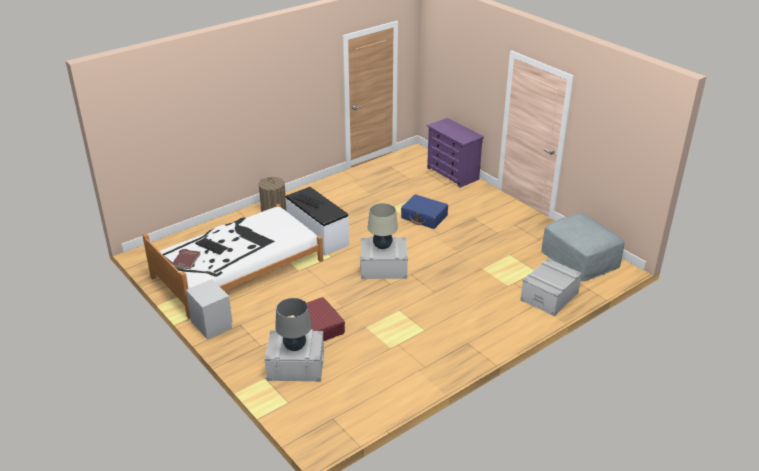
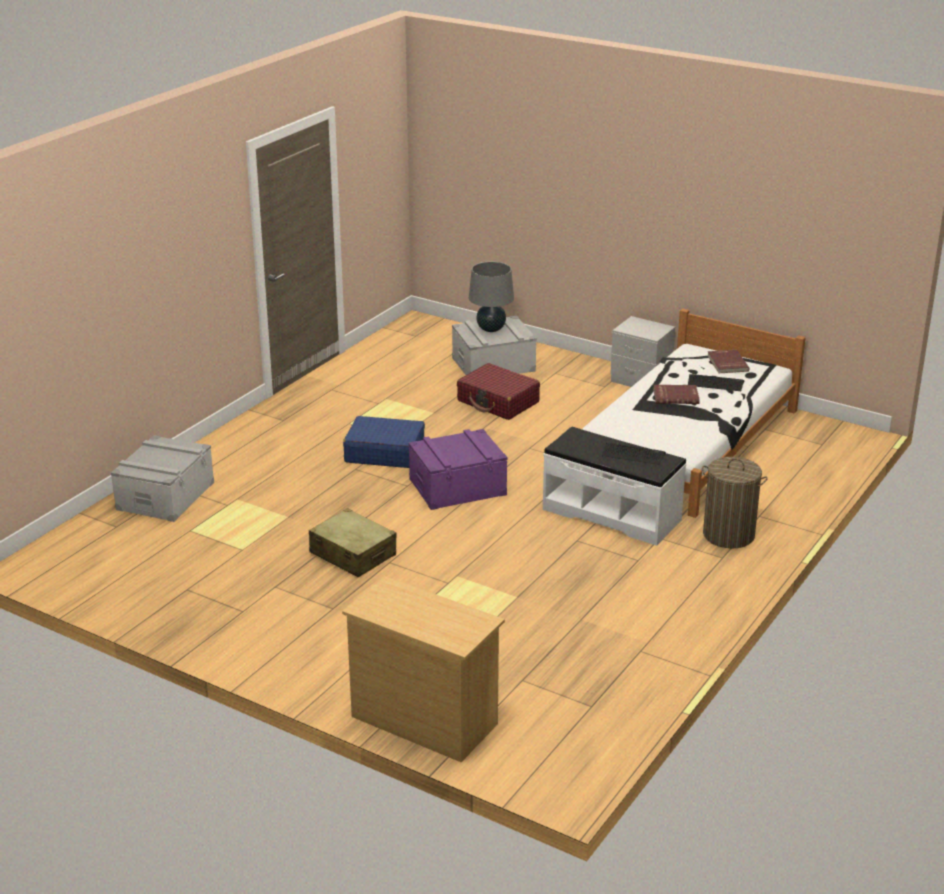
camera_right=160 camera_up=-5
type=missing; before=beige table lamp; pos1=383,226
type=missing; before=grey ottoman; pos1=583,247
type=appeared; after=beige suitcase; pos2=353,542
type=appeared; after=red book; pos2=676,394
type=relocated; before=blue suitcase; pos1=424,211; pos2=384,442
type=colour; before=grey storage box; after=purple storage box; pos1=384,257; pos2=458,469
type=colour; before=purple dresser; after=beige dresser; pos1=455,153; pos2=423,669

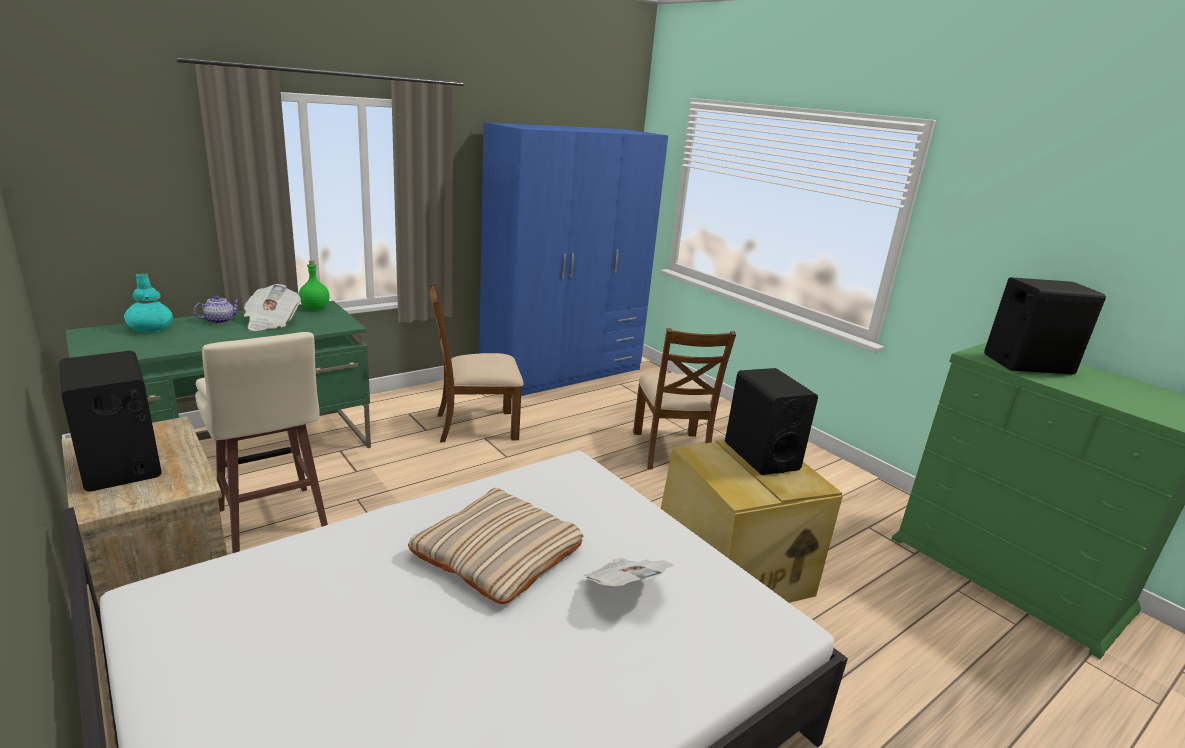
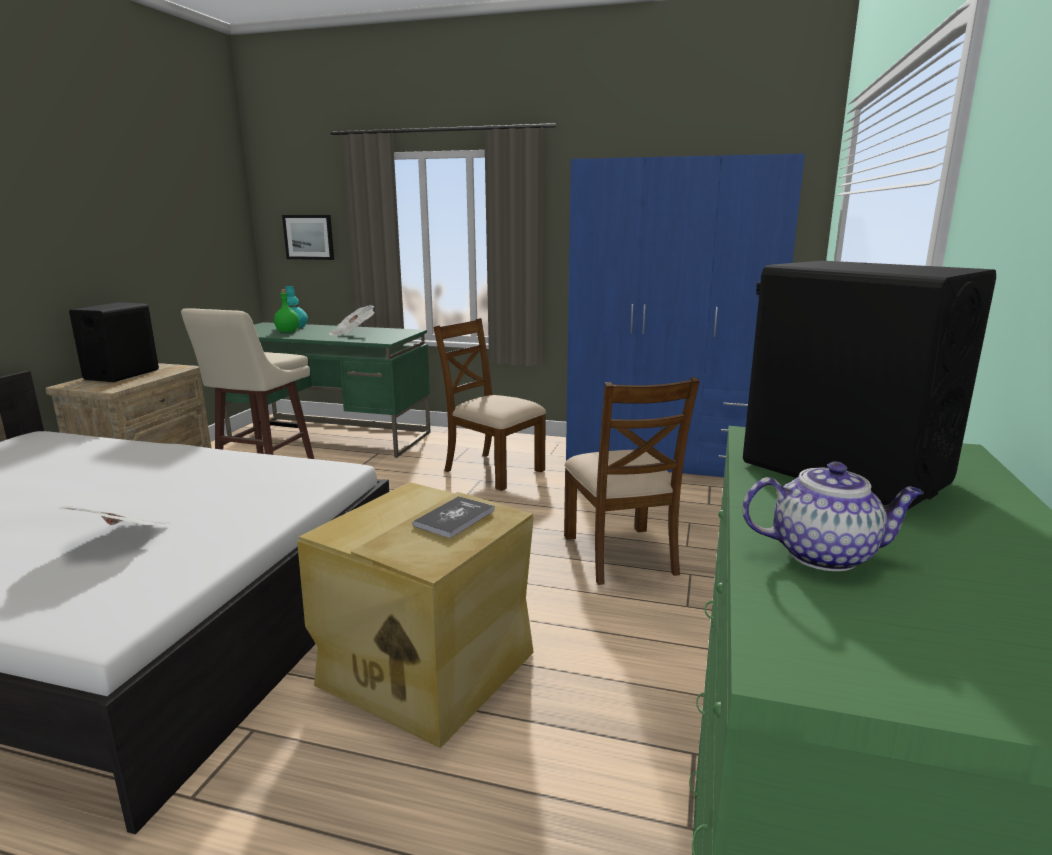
camera_right=55 camera_up=-5
type=missing; before=beige pillow; pos1=495,546
type=appeared; after=picture; pos2=308,237
type=relocated; before=teapot; pos1=217,309; pos2=833,516
type=relocated; before=green bottle; pos1=314,285; pos2=286,311
type=exchanged; before=black speaker; after=book; pos1=771,421; pos2=453,517
type=spun; before=brown chair; pos1=684,399; pos2=632,481; turn=-60

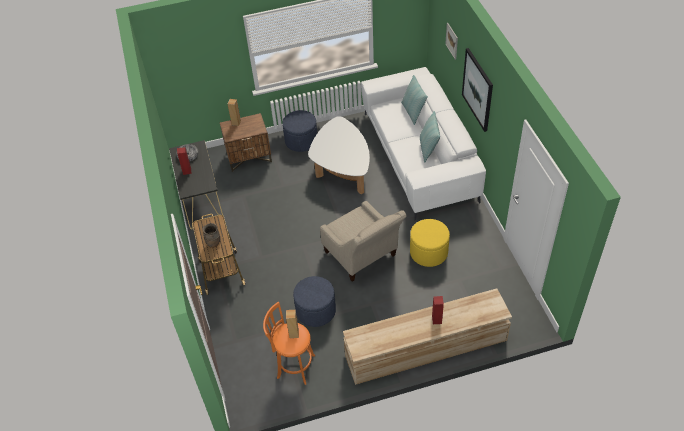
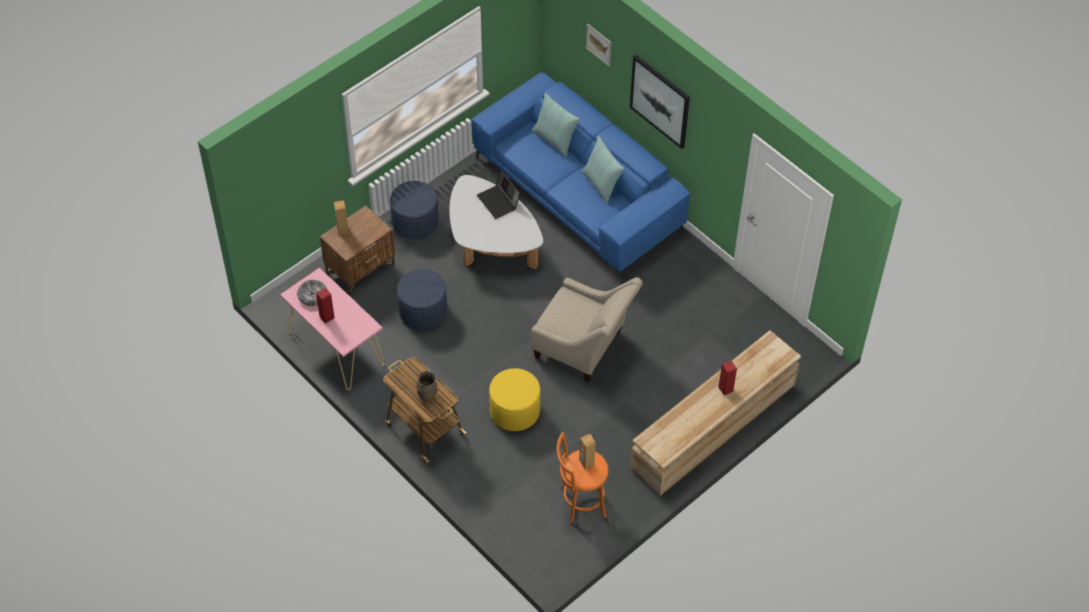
camera_right=-30 camera_up=5
type=appeared; after=laptop; pos2=498,194
type=relocated; before=blue ottoman; pos1=314,301; pos2=422,299
type=relocated; before=yellow ottoman; pos1=430,243; pos2=514,399
type=colour; before=black console table; after=pink console table; pos1=196,185; pos2=332,329
type=colour; before=white sofa; after=blue sofa; pos1=423,144; pos2=580,176

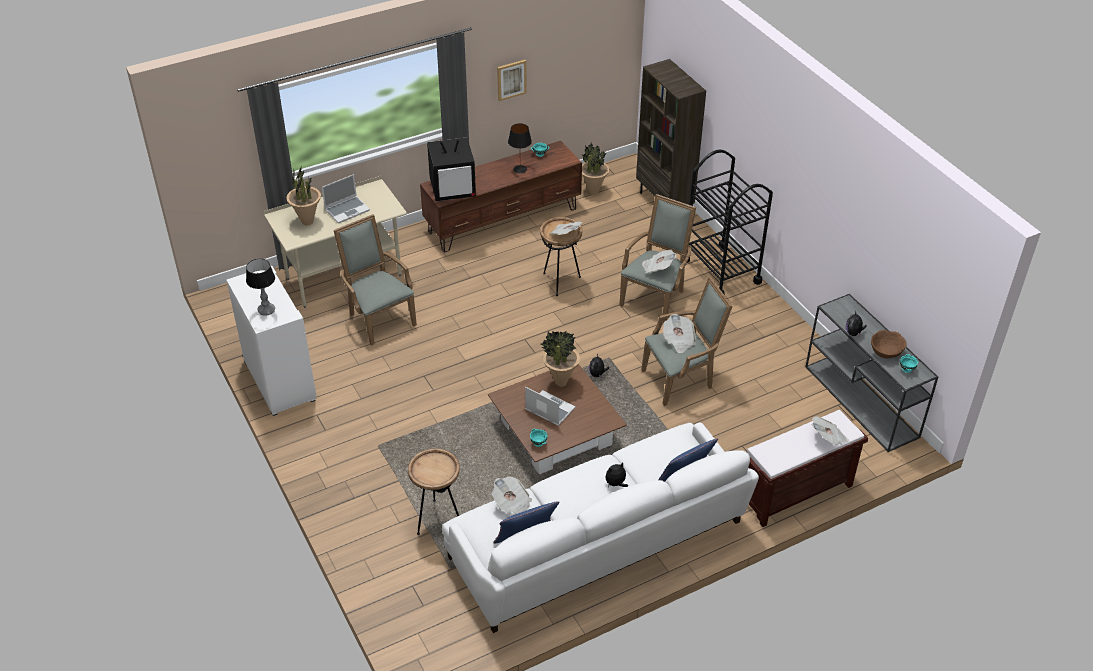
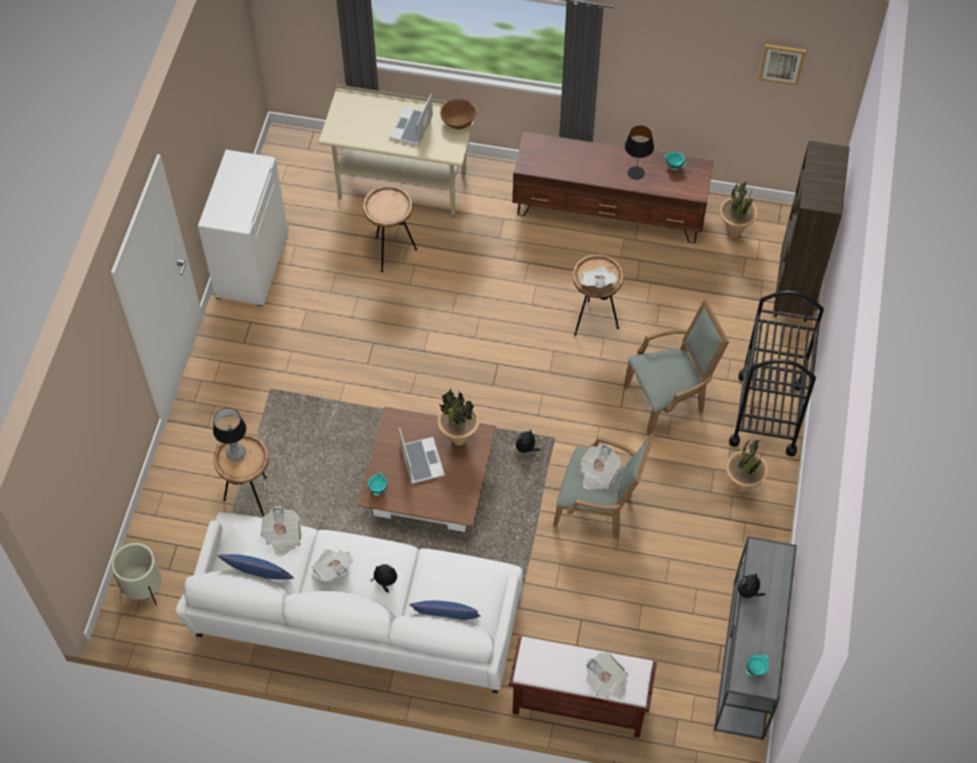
camera_right=40 camera_up=15
type=missing; before=television; pos1=451,169
type=appeared; after=beige planter; pos2=136,574
type=relocated; before=table lamp; pos1=260,287; pos2=229,434
type=relocated; before=potted plant; pos1=303,196; pos2=747,466
type=relocated; before=picture; pos1=512,80; pos2=782,65
type=relocated; before=newspaper; pos1=659,261; pos2=332,565
type=relocated; before=brown bowl; pos1=889,344; pos2=458,114
type=exchanged; before=grey armchair; after=brown side table; pos1=375,280; pos2=390,228
type=spun; before=laptop; pos1=346,198; pos2=411,119; turn=105

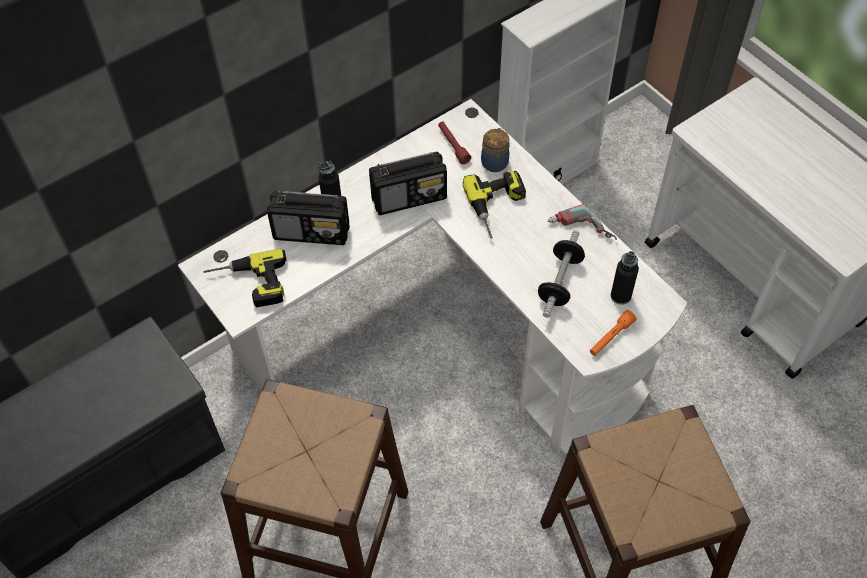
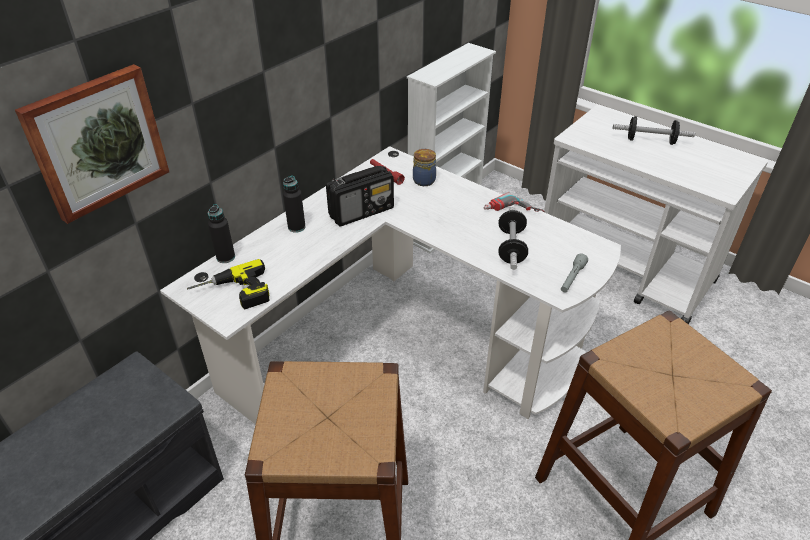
camera_right=-15 camera_up=-15
type=missing; before=radio; pos1=308,217
type=missing; before=power drill; pos1=494,204
type=appeared; after=picture; pos2=92,144
type=appeared; after=dumbbell; pos2=654,130
type=relocated; before=black bottle; pos1=625,278; pos2=221,234
type=colour; before=orange flashlight; after=grey flashlight; pos1=613,333; pos2=574,272

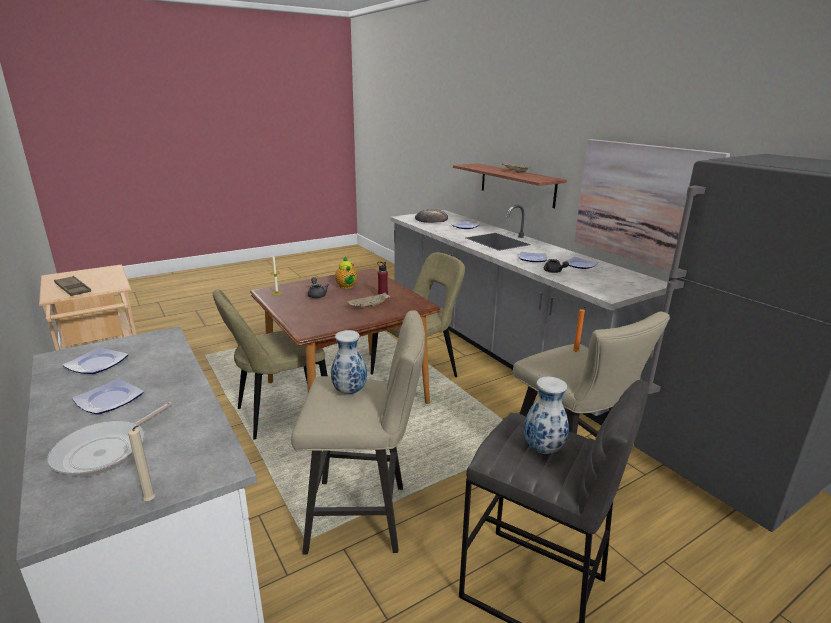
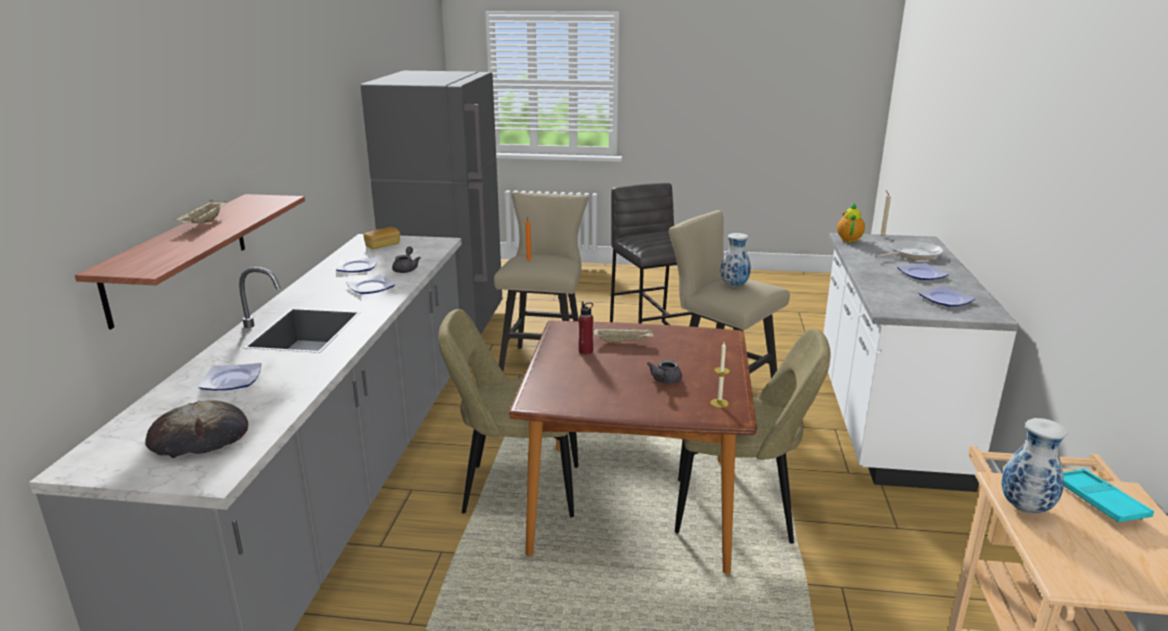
camera_right=-140 camera_up=0
type=missing; before=picture; pos1=652,204
type=appeared; after=bread; pos2=381,238
type=relocated; before=teapot; pos1=346,272; pos2=851,222
type=relocated; before=vase; pos1=546,415; pos2=1034,466
type=colour; before=brown tray; after=turquoise tray; pos1=72,286; pos2=1108,495

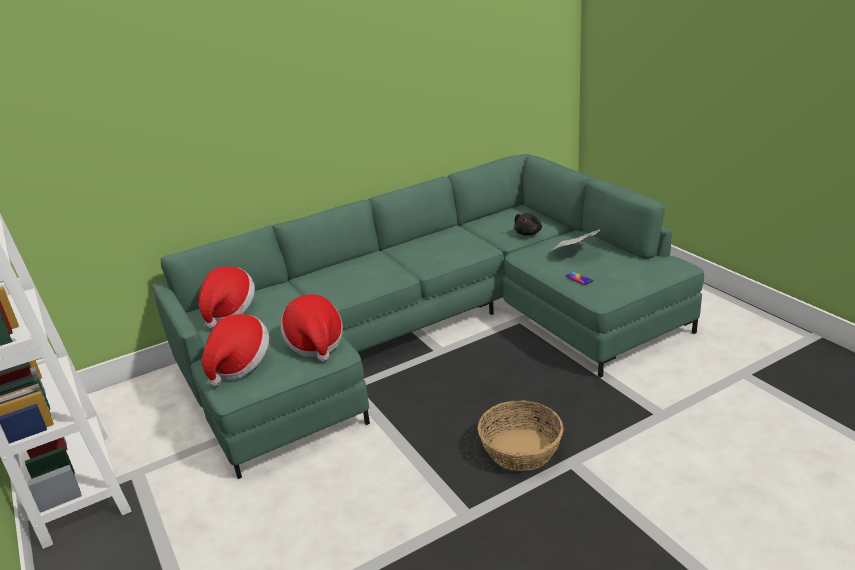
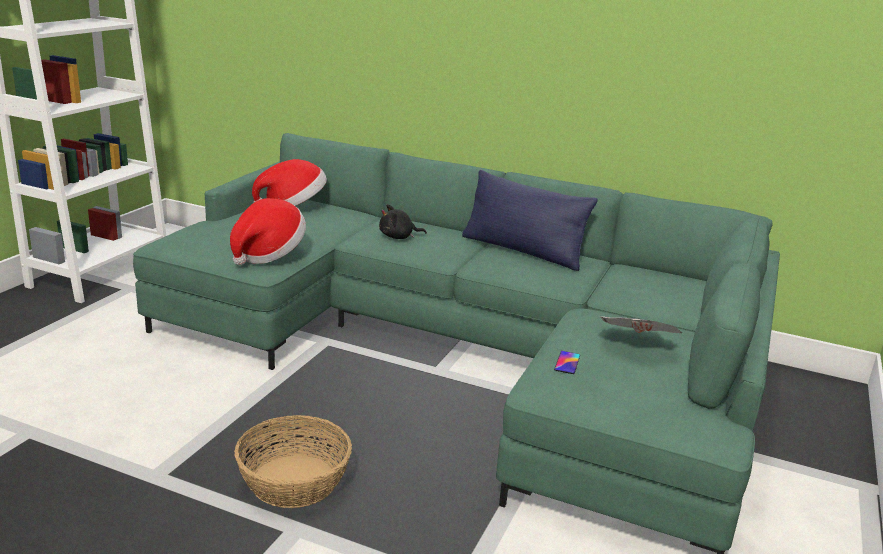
camera_right=50 camera_up=-5
type=missing; before=hat; pos1=235,350
type=appeared; after=blue pillow; pos2=530,220
type=relocated; before=black plush toy; pos1=528,224; pos2=403,221

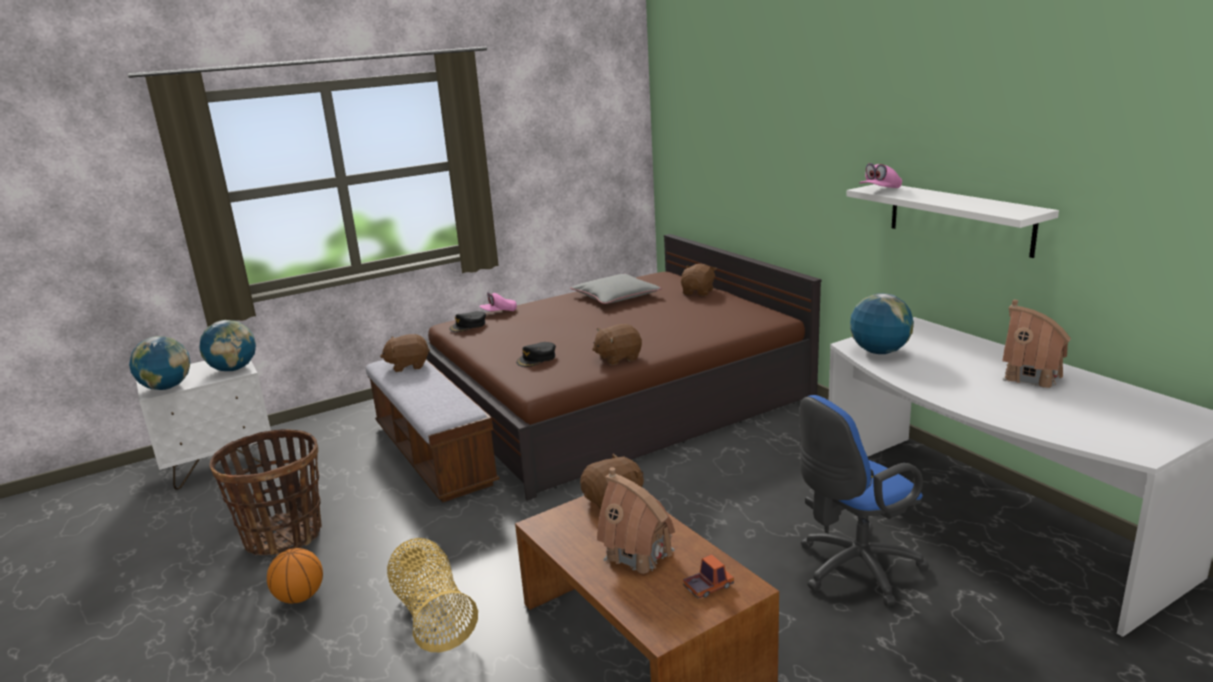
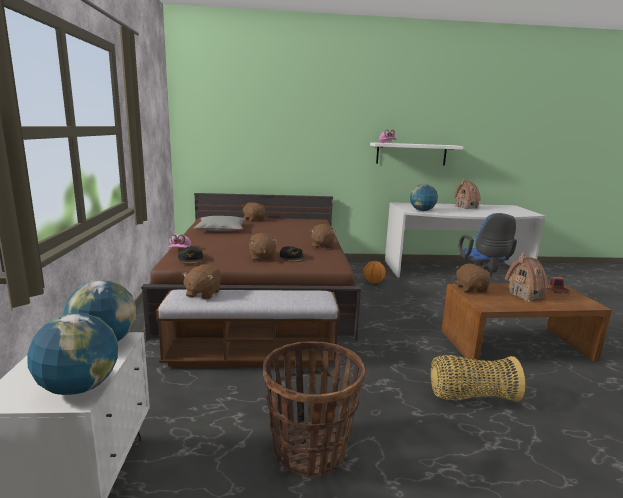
camera_right=-65 camera_up=-5
type=appeared; after=brown plush toy; pos2=263,247
type=relocated; before=basketball; pos1=295,576; pos2=374,272

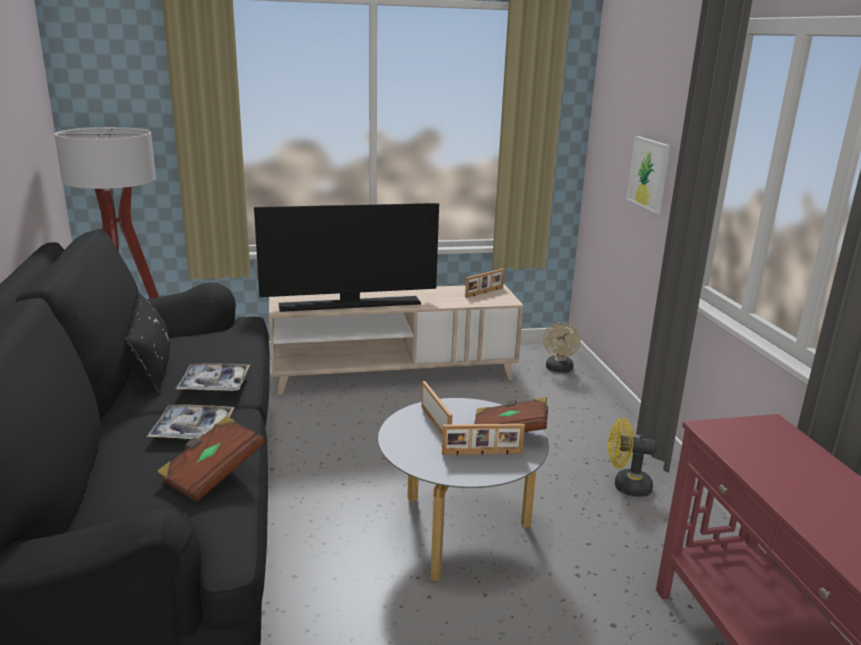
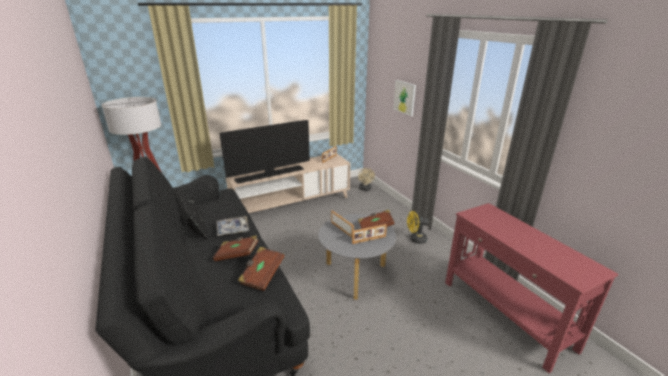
camera_right=-15 camera_up=5
type=exchanged; before=tray; after=brown book; pos1=191,422; pos2=236,248

